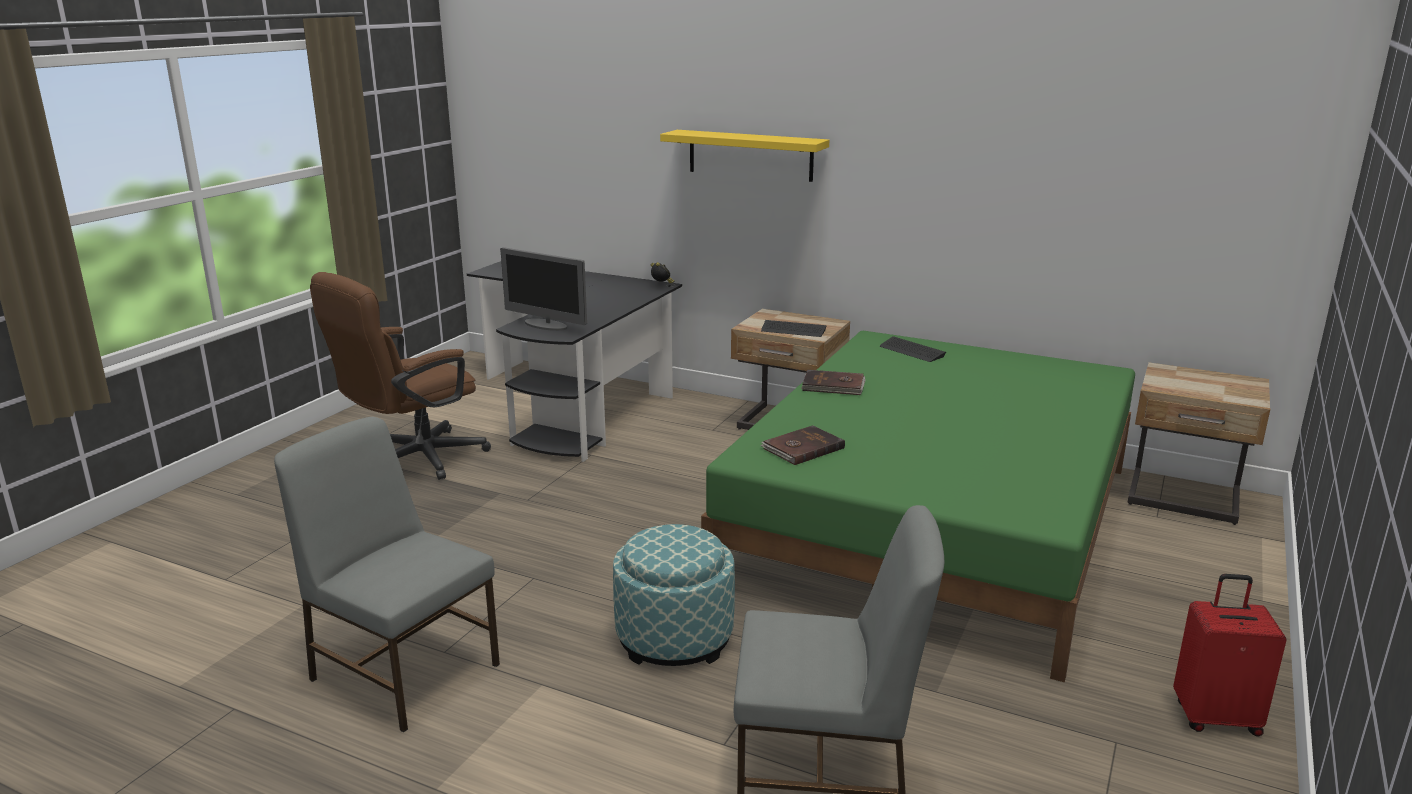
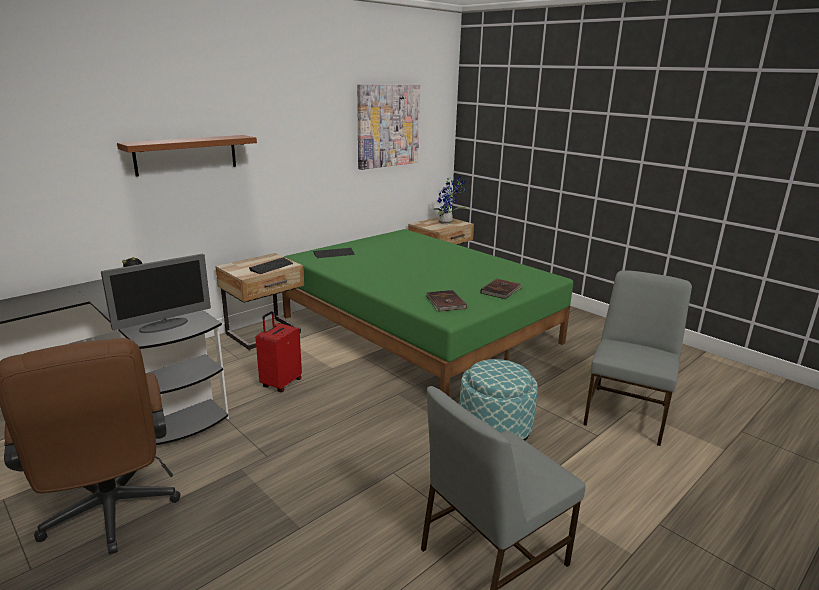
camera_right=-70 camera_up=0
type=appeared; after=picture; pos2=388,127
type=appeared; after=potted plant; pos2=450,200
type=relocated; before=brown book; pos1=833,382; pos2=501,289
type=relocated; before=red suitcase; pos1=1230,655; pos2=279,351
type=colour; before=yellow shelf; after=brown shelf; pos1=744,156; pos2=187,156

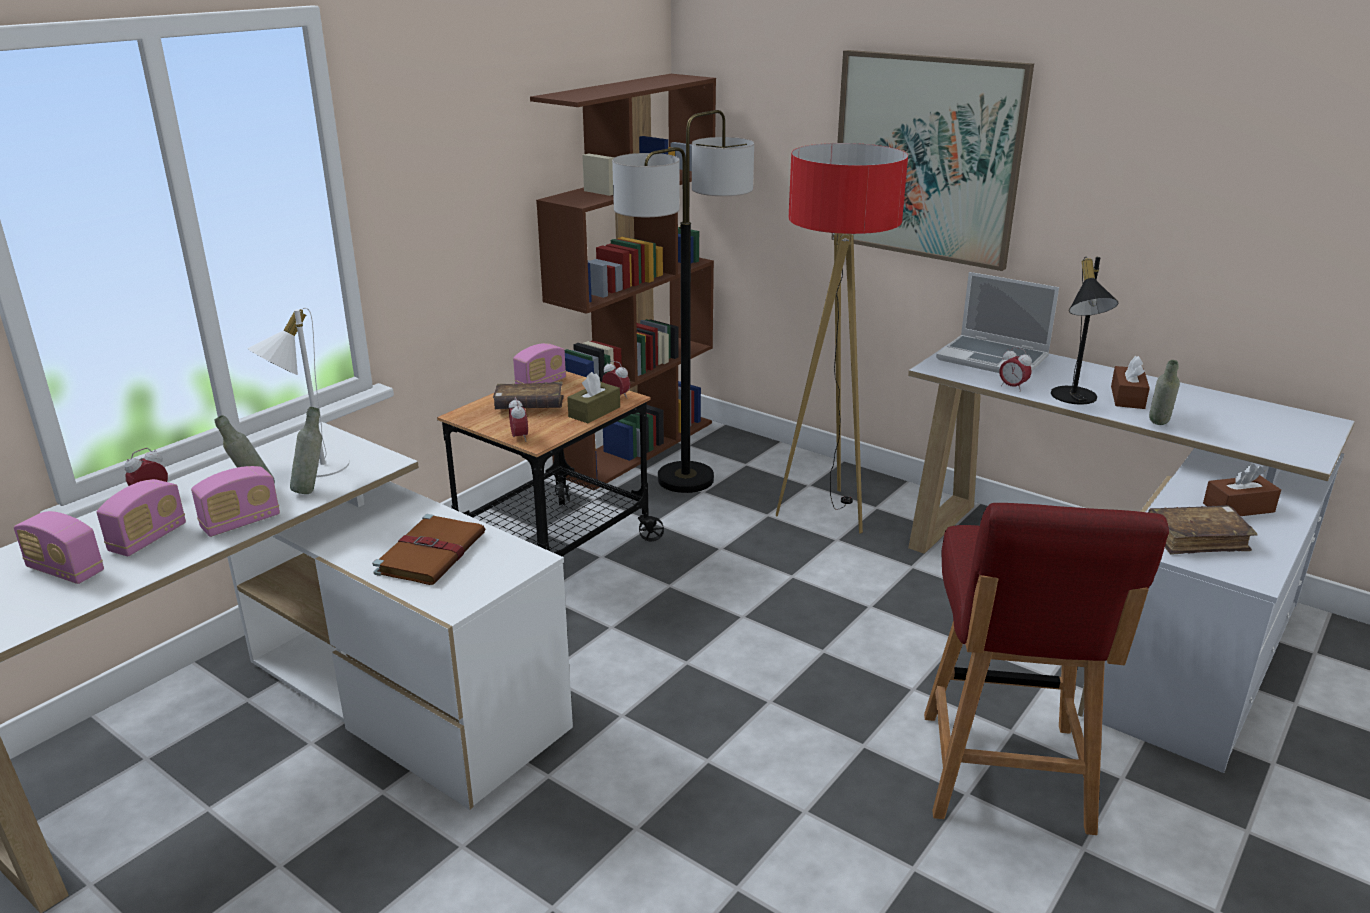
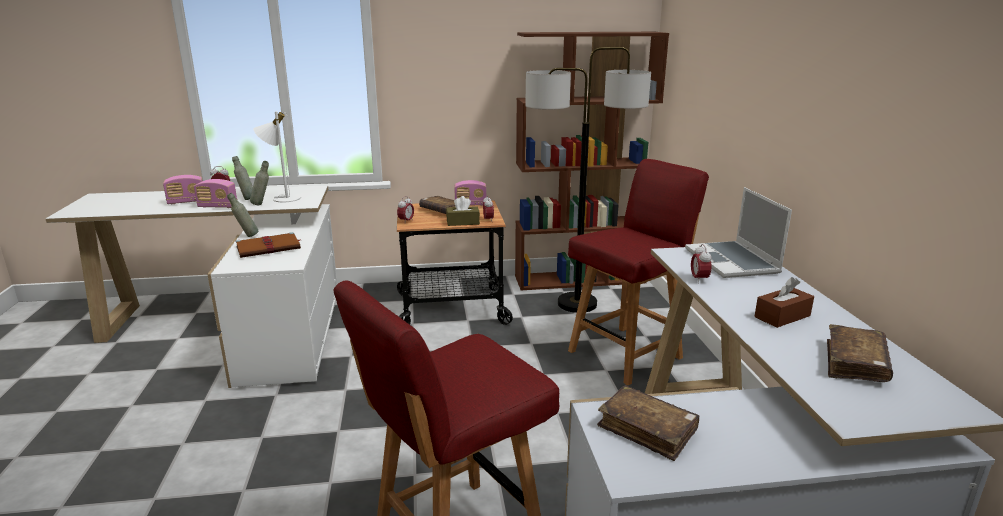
camera_right=45 camera_up=-5
type=missing; before=radio; pos1=59,547
type=missing; before=picture; pos1=932,160
type=missing; before=black table lamp; pos1=1084,330
type=missing; before=brown tissue box; pos1=1242,489
type=appeared; after=brown book; pos2=860,353
type=relocated; before=grey bottle; pos1=1164,392; pos2=242,215
type=exchanged; before=floor lamp; after=red chair; pos1=842,338; pos2=638,272

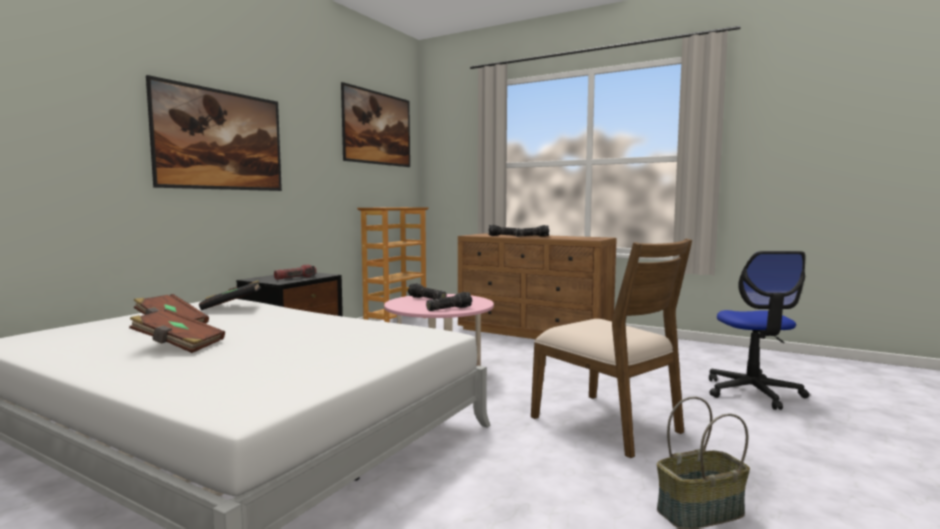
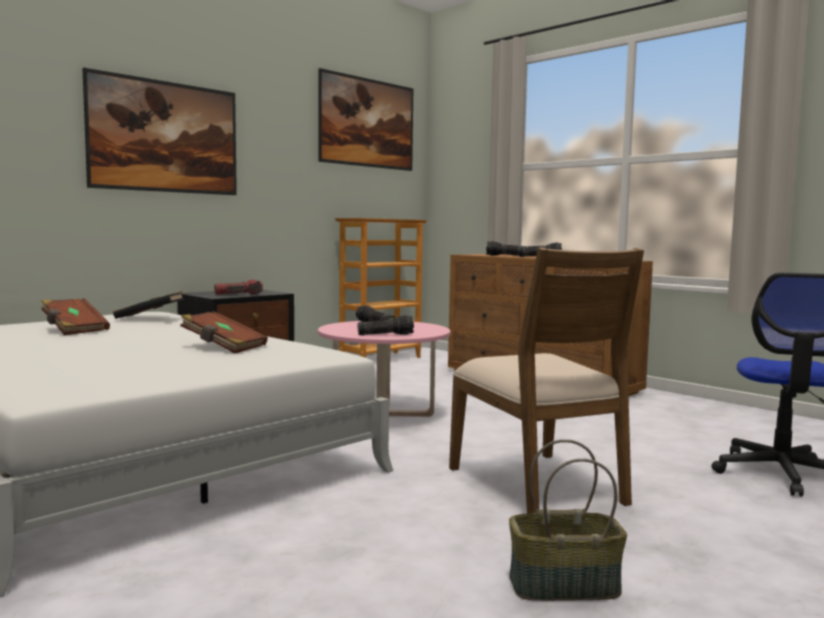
camera_right=15 camera_up=0
type=relocated; before=brown book; pos1=177,331; pos2=224,332

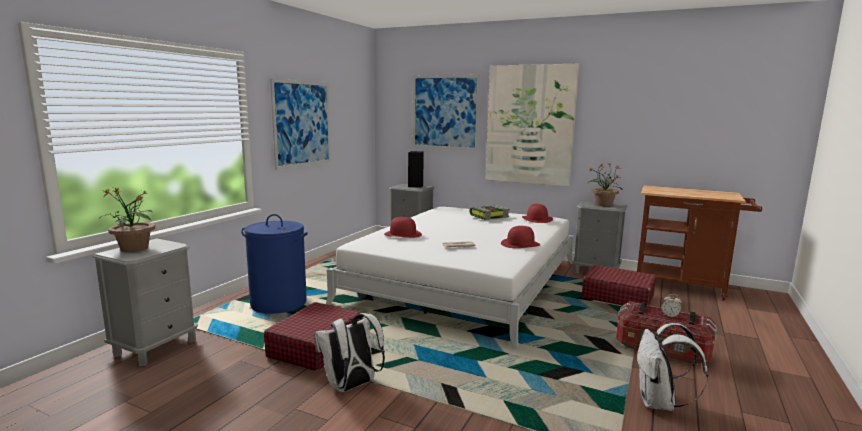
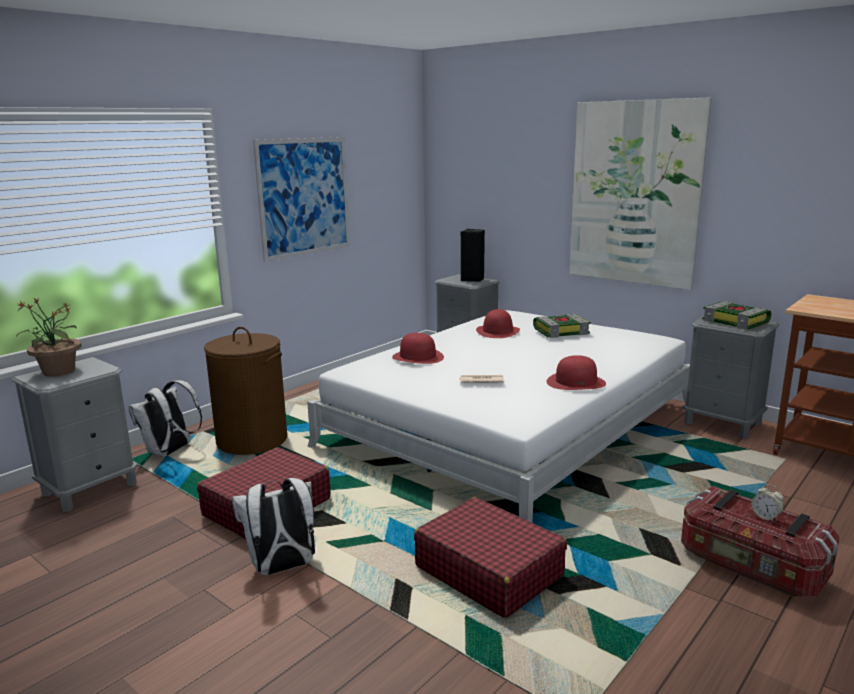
camera_right=15 camera_up=5
type=missing; before=picture; pos1=446,112
type=relocated; before=red hat; pos1=537,213; pos2=498,323
type=relocated; before=red suitcase; pos1=619,285; pos2=490,557
type=relocated; before=white backpack; pos1=672,367; pos2=165,418
type=exchanged; before=potted plant; after=book; pos1=604,184; pos2=736,315
type=colour; before=blue laundry basket; after=brown laundry basket; pos1=274,264; pos2=245,391

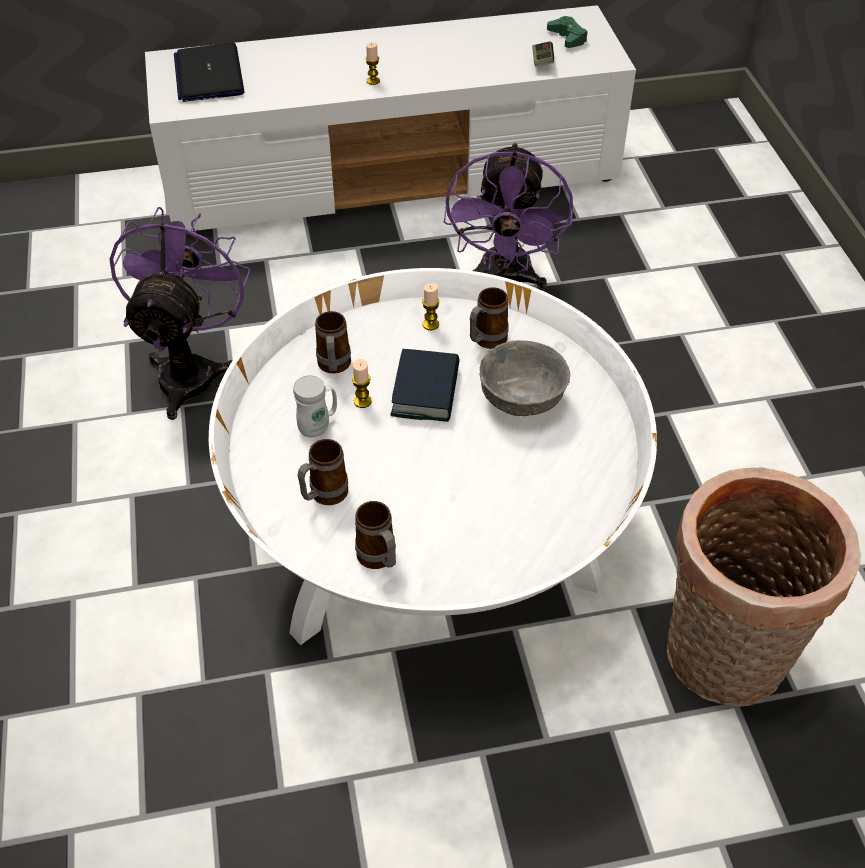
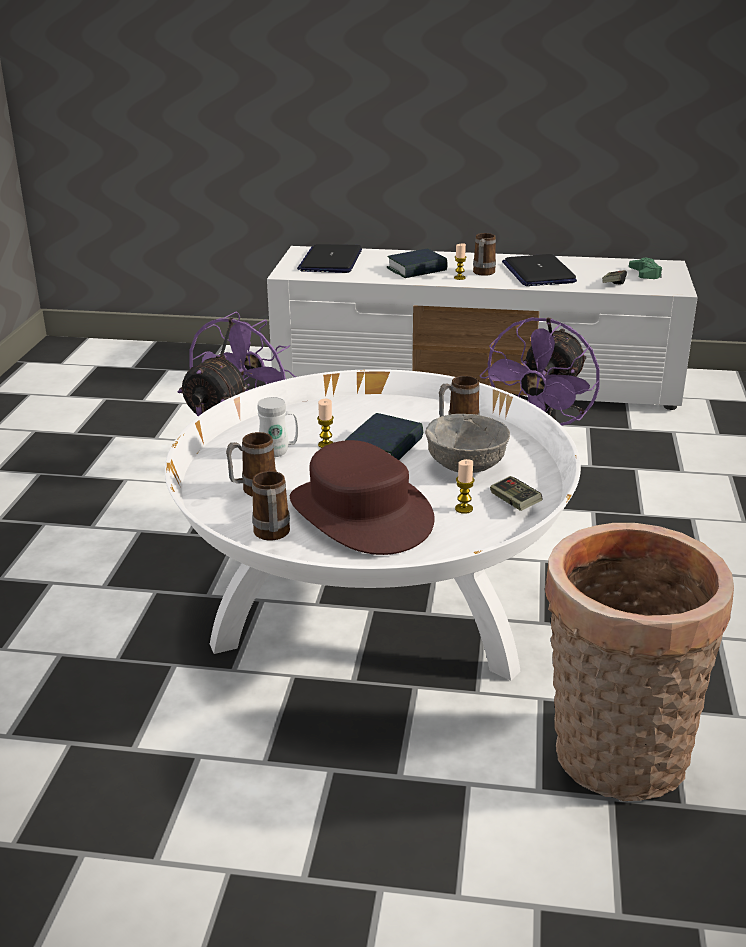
camera_right=20 camera_up=-20
type=appeared; after=brown hat; pos2=362,497
type=appeared; after=book; pos2=417,263
type=appeared; after=game controller; pos2=516,493
type=appeared; after=laptop; pos2=539,270
type=relocated; before=mug; pos1=333,342; pos2=484,254
type=relocated; before=candle; pos1=431,306; pos2=464,486

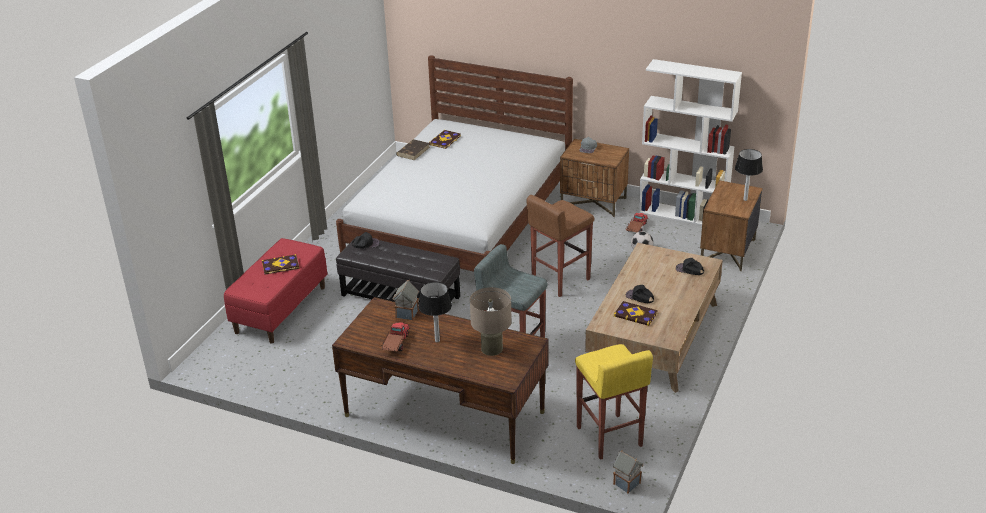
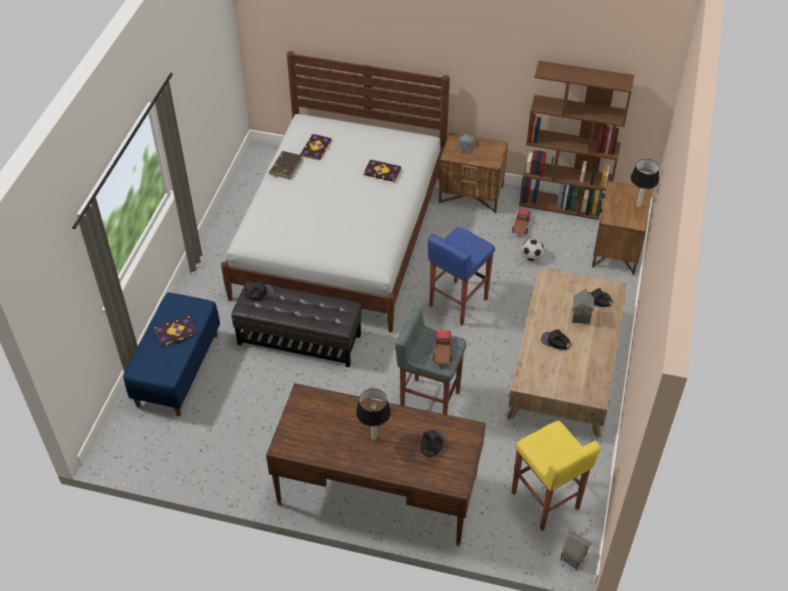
camera_right=-10 camera_up=15
type=relocated; before=toy truck; pos1=395,336; pos2=442,347
type=relocated; before=toy house; pos1=405,300; pos2=583,306
type=relocated; before=book; pos1=636,313; pos2=382,171
type=exchanged; before=beige table lamp; after=black cap; pos1=491,321; pos2=432,443
type=colour; before=red bench; after=blue bench; pos1=275,291; pos2=172,354
type=colour; before=brown stool; after=blue stool; pos1=560,246; pos2=461,276
type=colour; before=white bookcase; after=brown bookcase; pos1=690,142; pos2=576,140

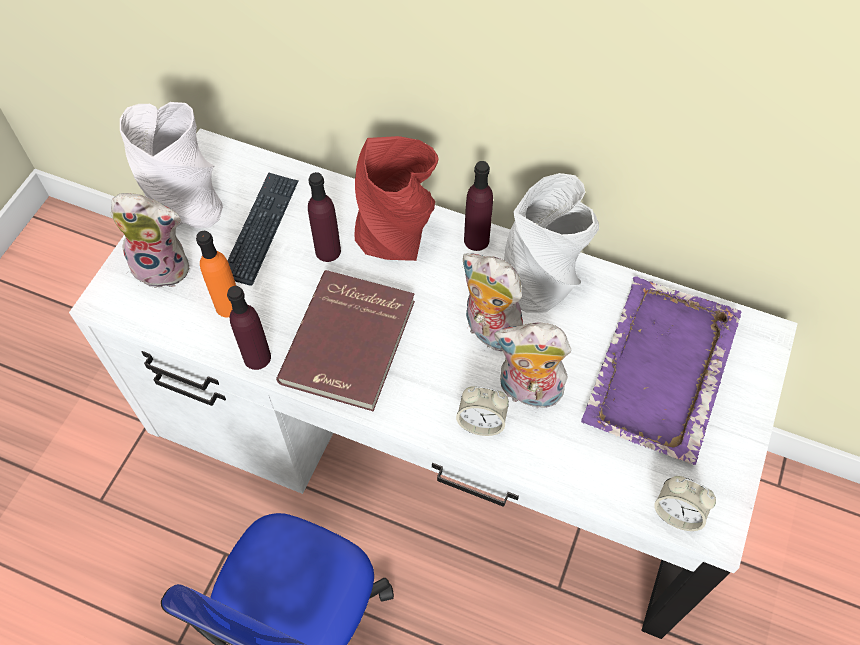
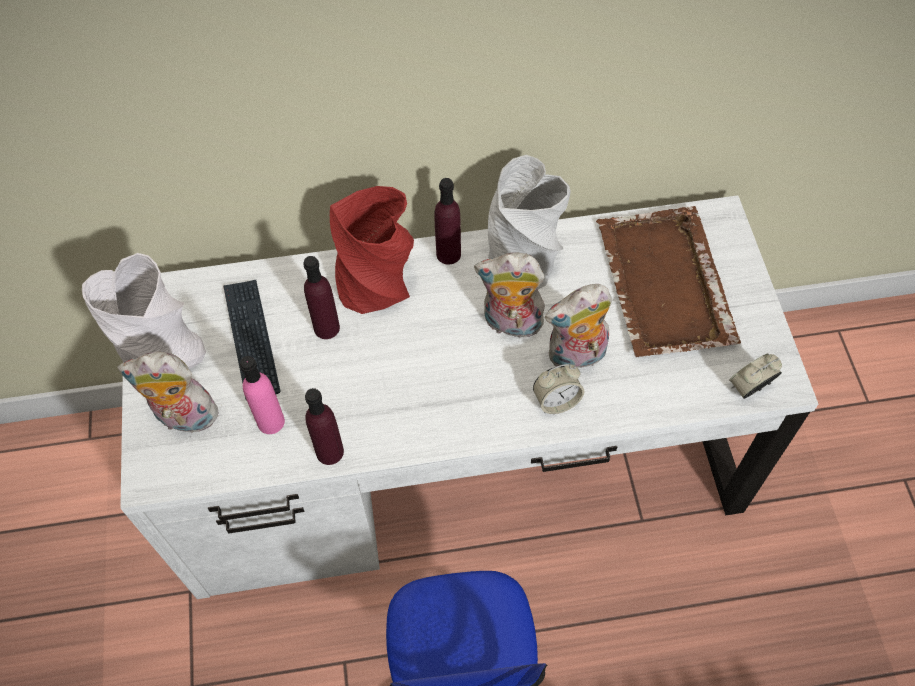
camera_right=-30 camera_up=0
type=missing; before=red book; pos1=345,340
type=colour; before=orange bottle; after=pink bottle; pos1=216,274; pos2=262,395
type=colour; before=purple tray; after=brown tray; pos1=661,370; pos2=668,281
type=spun; before=plush toy; pos1=149,240; pos2=170,395; turn=-150
type=spun; before=alarm clock; pos1=685,503; pos2=755,376; turn=150

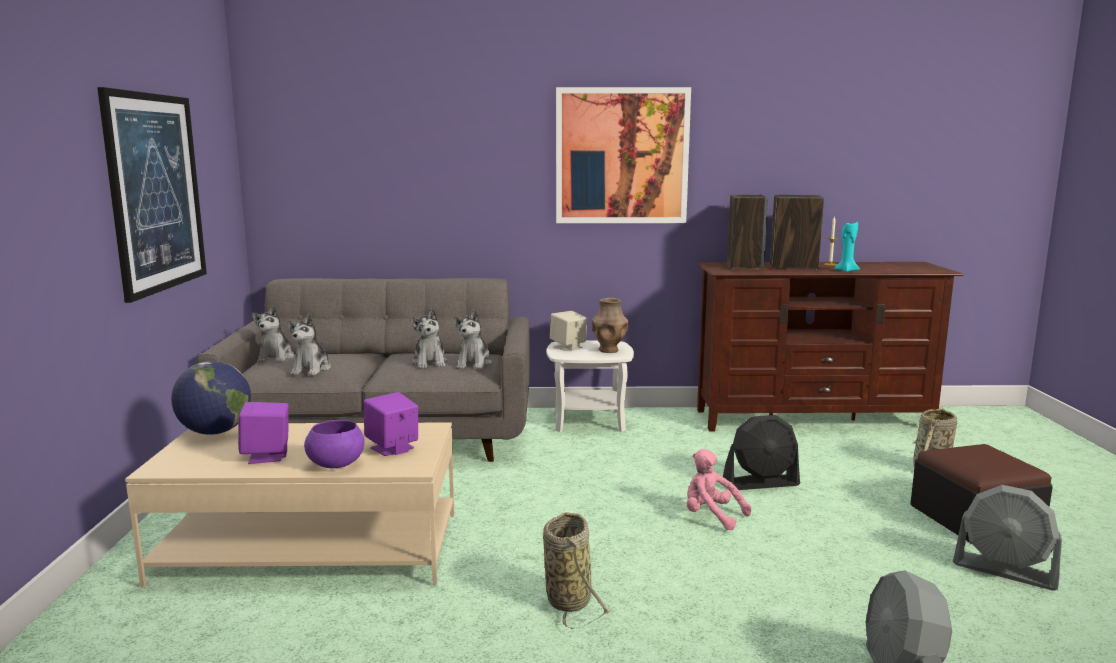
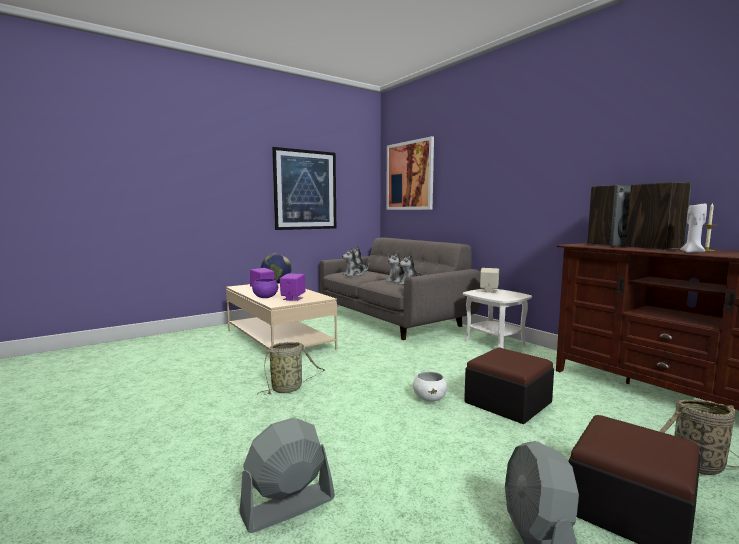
camera_right=55 camera_up=-5
type=missing; before=brown vase; pos1=610,325
type=relocated; before=picture; pos1=623,155; pos2=410,173
type=exchanged; before=pink plush toy; after=white bowl; pos1=718,489; pos2=430,386
type=exchanged; before=black fan; after=ottoman; pos1=761,452; pos2=509,385
type=colour; before=turquoise candle; after=white candle; pos1=847,246; pos2=693,228

